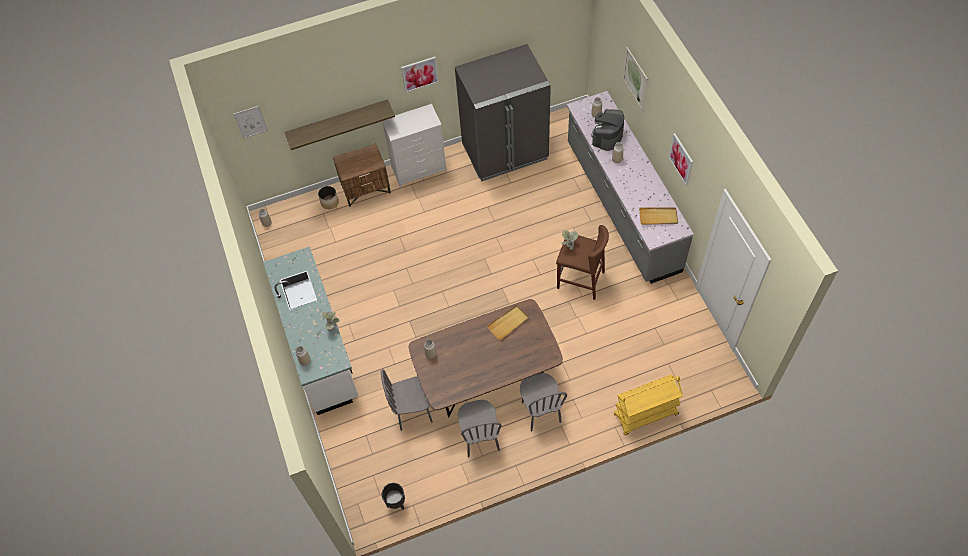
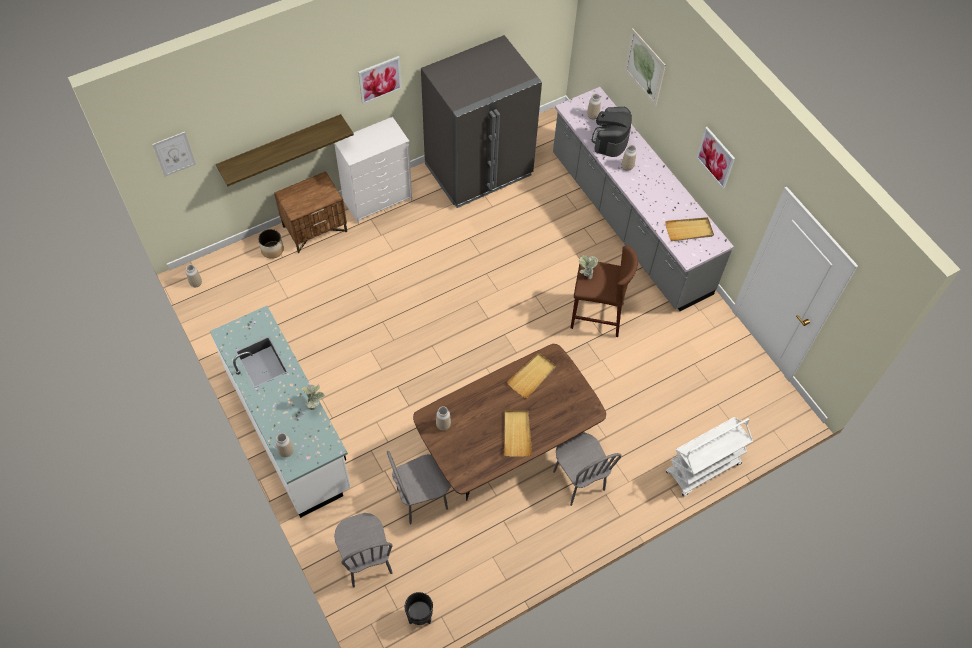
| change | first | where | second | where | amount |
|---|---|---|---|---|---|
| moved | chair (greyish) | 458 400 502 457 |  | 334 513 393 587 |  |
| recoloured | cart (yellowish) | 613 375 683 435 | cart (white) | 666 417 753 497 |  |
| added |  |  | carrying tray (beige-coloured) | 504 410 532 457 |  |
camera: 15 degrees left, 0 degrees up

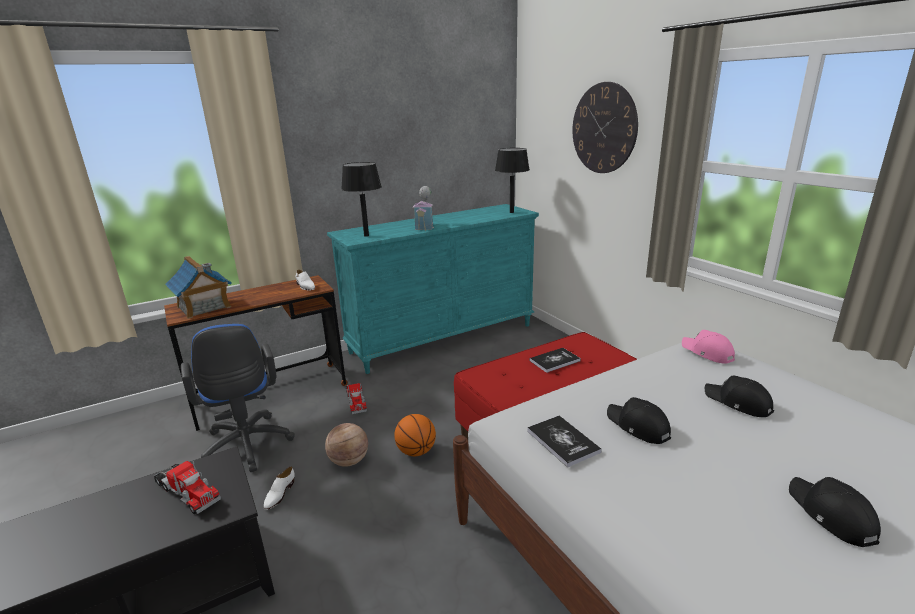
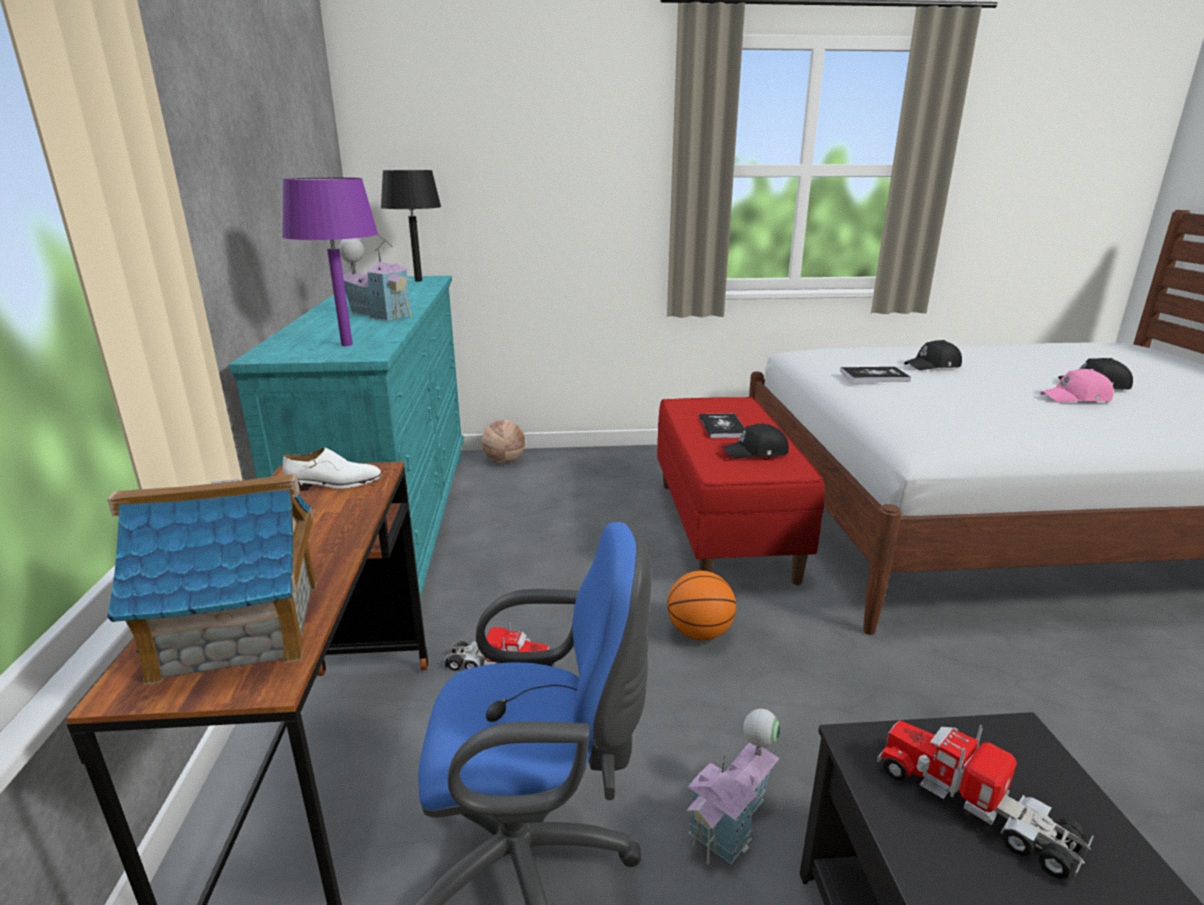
| change | first | where | second | where | amount |
|---|---|---|---|---|---|
| turned | model truck | 154 461 221 514 |  | 877 720 1094 883 | 105 degrees counterclockwise |
| replaced | low shoe (white) | 263 467 295 510 | toy house | 686 709 780 865 |  |
| moved | basketball | 325 423 368 467 |  | 481 420 525 463 |  |
| recoloured | tabletop lamp (black) | 341 162 382 237 | tabletop lamp (purple-coloured) | 282 177 378 346 |  |
| moved | book | 527 416 602 468 |  | 840 367 911 382 |  |
| removed | clock on the wall | 572 82 638 173 |  |  |  |
| moved | peaked cap (black) | 607 397 671 444 |  | 722 424 789 459 |  |
| moved | peaked cap (pink) | 682 330 735 364 |  | 1040 369 1114 403 |  |
camera: 65 degrees left, 0 degrees up

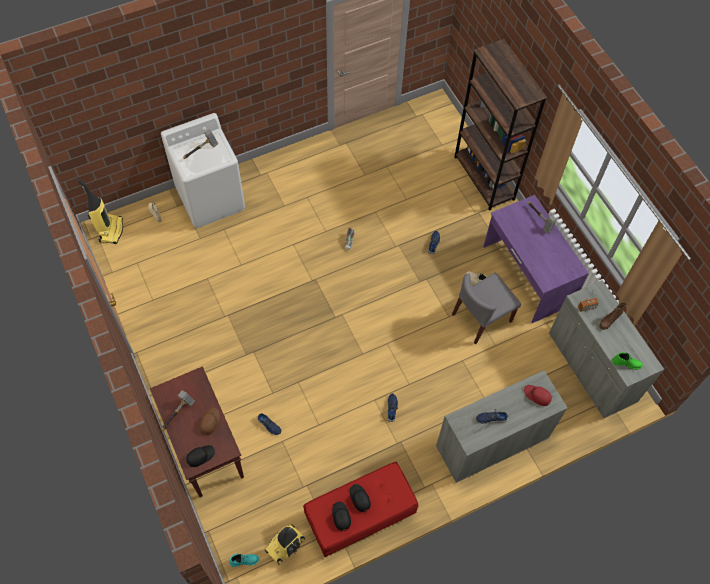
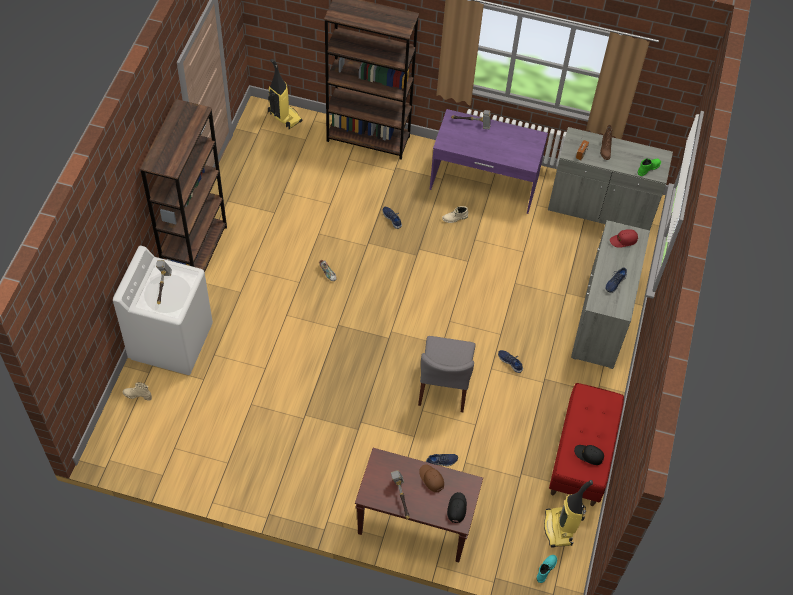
| change | first | where | second | where | amount |
|---|---|---|---|---|---|
| moved | vacuum cleaner | 77 179 123 244 |  | 268 59 302 129 |  |
| removed | peaked cap (black) | 350 484 371 512 |  |  |  |
| moved | chair (greyish) | 452 273 521 344 |  | 418 336 476 412 |  |
| added |  |  | shelving unit (brown) | 140 99 227 272 |  |
camera: 50 degrees left, 5 degrees down

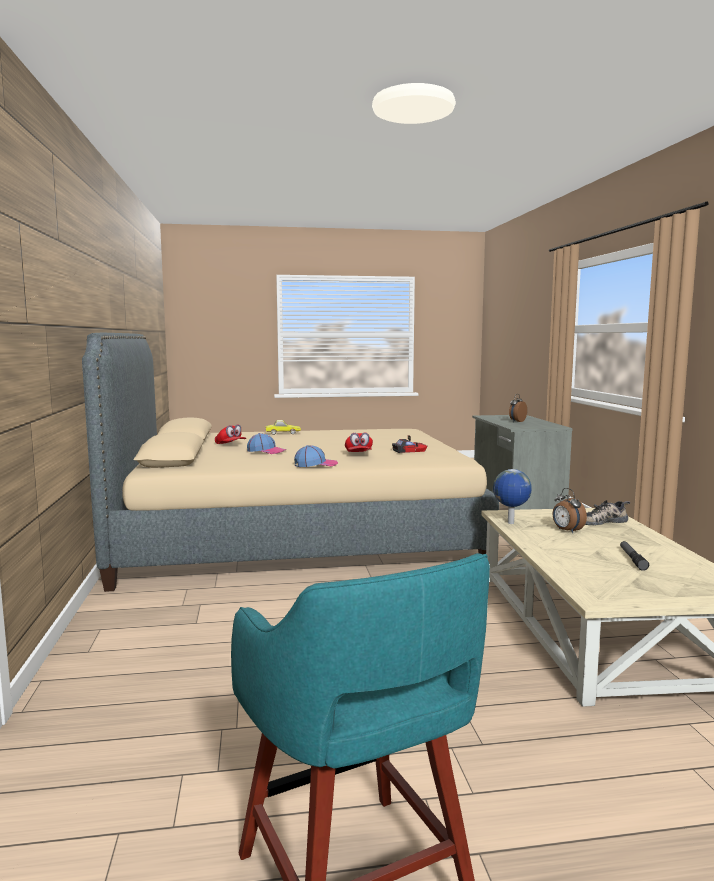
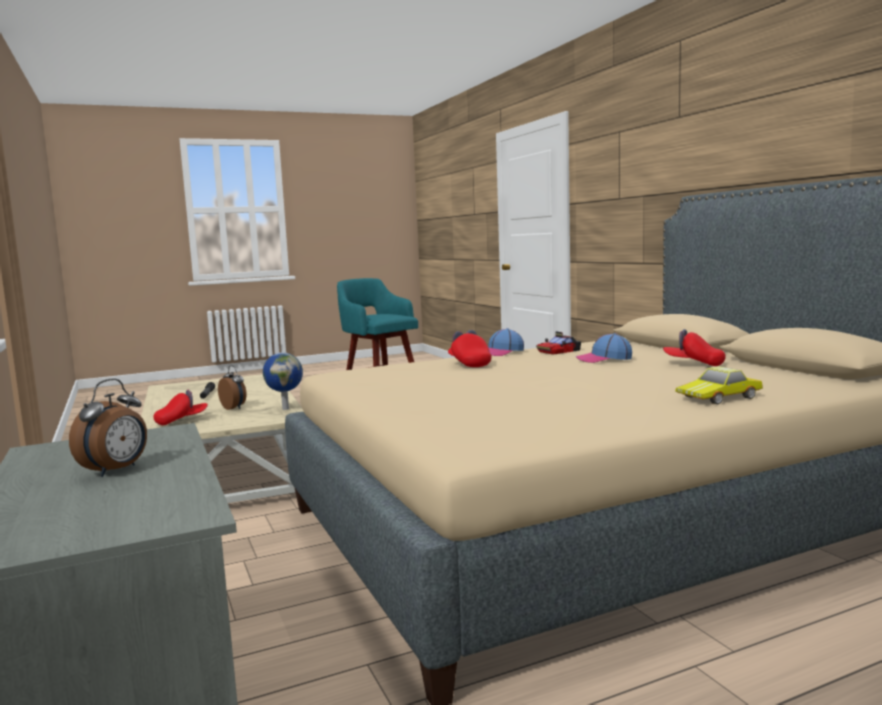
| change | first | where | second | where | amount |
|---|---|---|---|---|---|
| moved | toy car | 392 435 427 453 |  | 536 331 581 355 |  |
| replaced | low shoe | 585 500 630 525 | peaked cap (red) | 153 390 208 425 |  |
camera: 165 degrees right, 0 degrees up

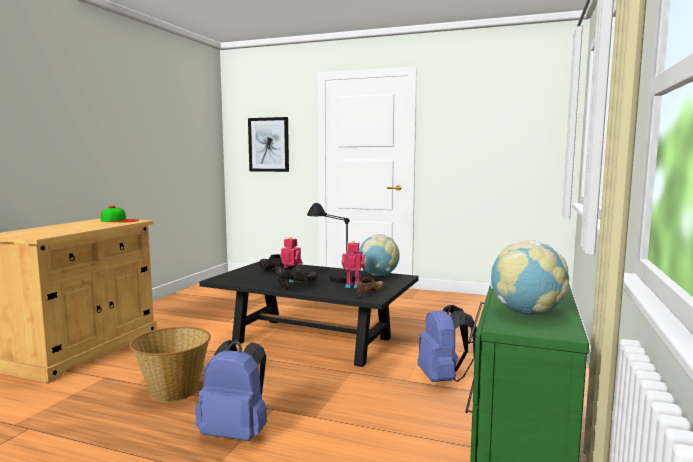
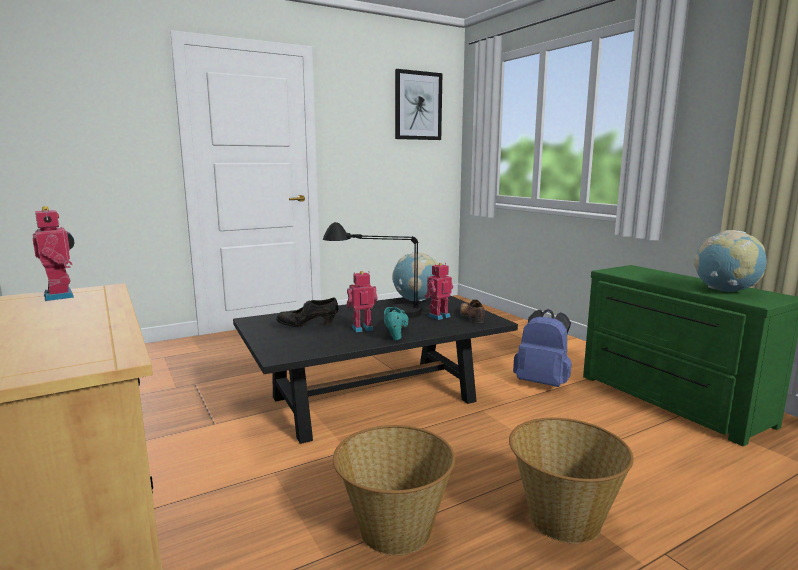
| change | first | where | second | where | amount |
|---|---|---|---|---|---|
| replaced | peaked cap | 101 206 139 222 | robot figure | 33 206 75 301 |  |
| replaced | backpack (bluish) | 196 340 267 441 | basket | 509 418 634 544 |  |
| moved | picture | 248 117 289 172 |  | 395 69 442 140 |  |
| recoloured | low shoe (black) | 275 265 319 289 | low shoe (blue-green) | 384 307 408 341 |  |
camera: 50 degrees left, 5 degrees up

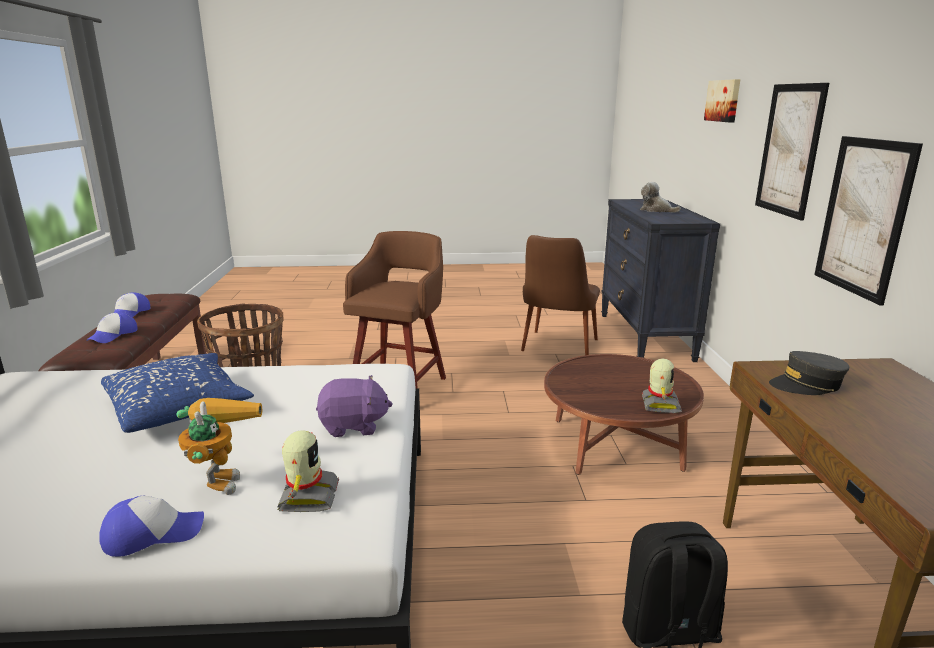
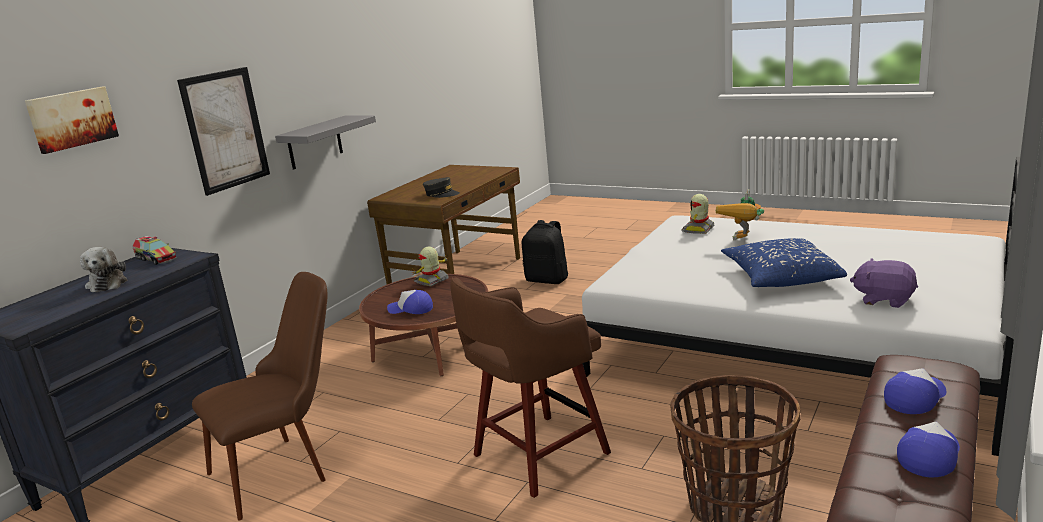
| change | first | where | second | where | amount |
|---|---|---|---|---|---|
| moved | peaked cap | 99 496 204 557 |  | 387 290 433 314 |  |
| moved | soft toy (purple-coloured) | 316 375 393 437 |  | 850 258 918 308 |  |
| replaced | picture | 814 136 923 306 | bracket shelf (greyish) | 275 116 376 170 |  |
| added |  |  | model truck | 132 236 177 265 |  |
camera: 145 degrees left, 0 degrees up

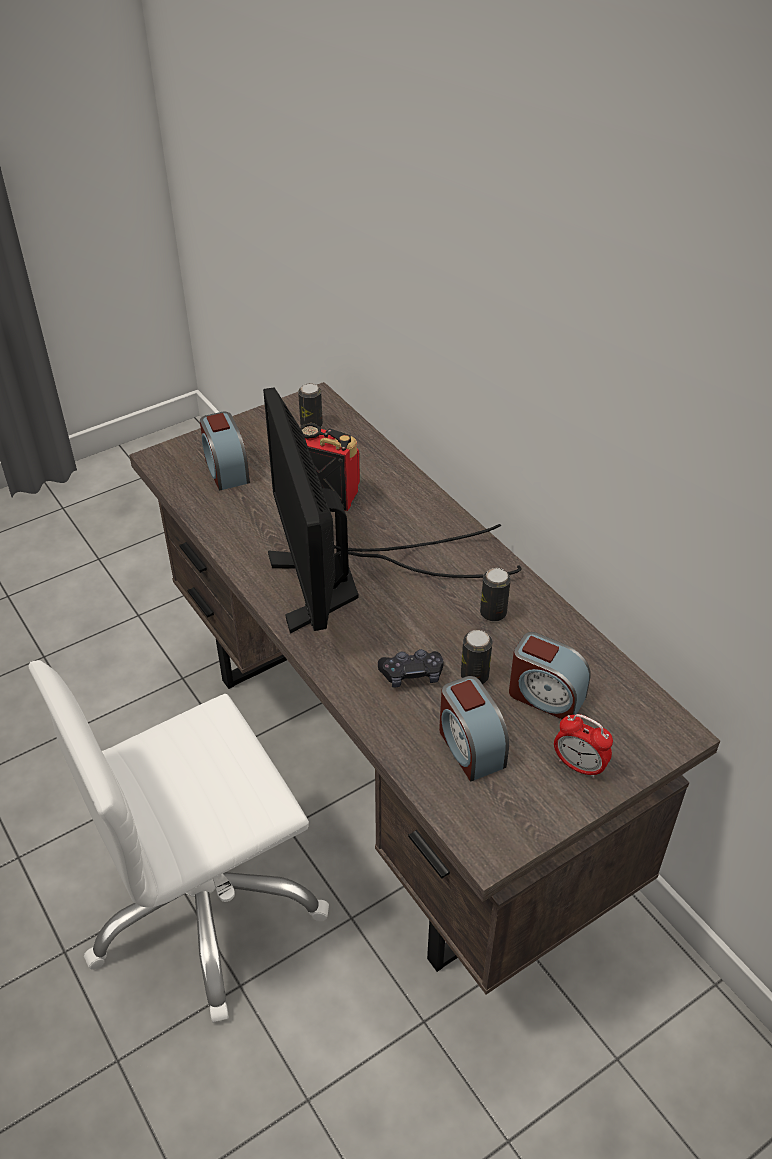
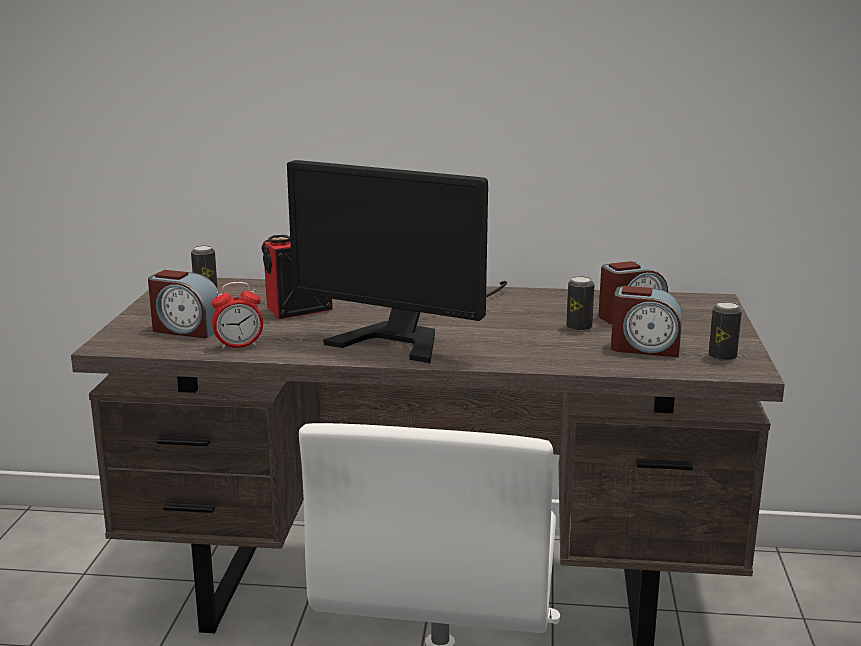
| change | first | where | second | where | amount |
|---|---|---|---|---|---|
| removed | game controller (black) | 378 649 444 687 |  |  |  |
| moved | can | 480 568 511 621 |  | 709 302 742 361 |  |
| moved | alarm clock | 554 714 613 778 |  | 212 282 263 349 |  |
camera: 50 degrees left, 25 degrees down

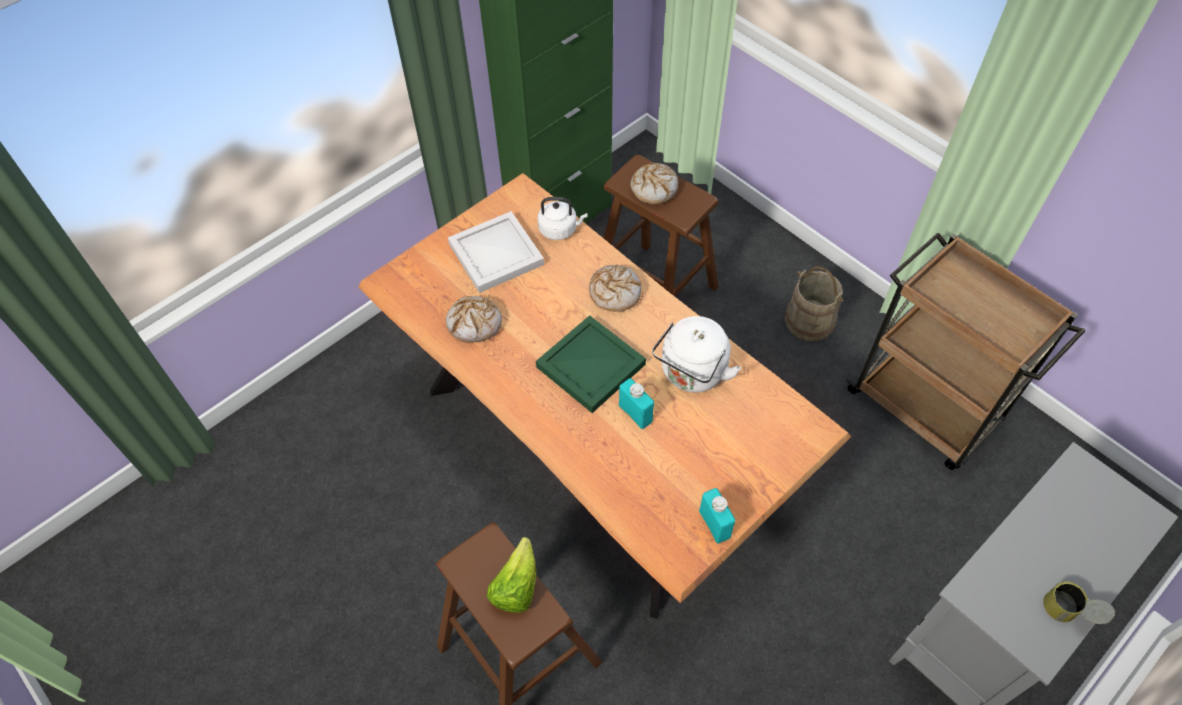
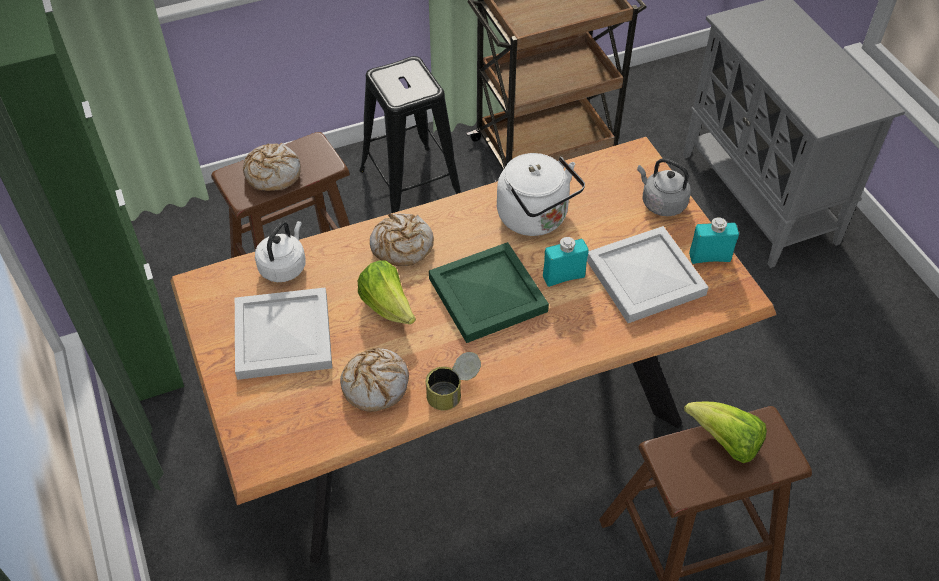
| change | first | where | second | where | amount |
|---|---|---|---|---|---|
| replaced | water bucket (beige-coloured) | 785 266 844 341 | sitting stool (black) | 359 56 461 213 |  |
| moved | can | 1043 581 1115 624 |  | 426 352 481 410 |  |
| added |  |  | lettuce | 358 260 416 324 |  |
| added |  |  | carrying tray (white) | 587 226 709 323 |  |
| added |  |  | kettle (greyish) | 637 158 691 216 |  |
camera: 70 degrees left, 5 degrees down

